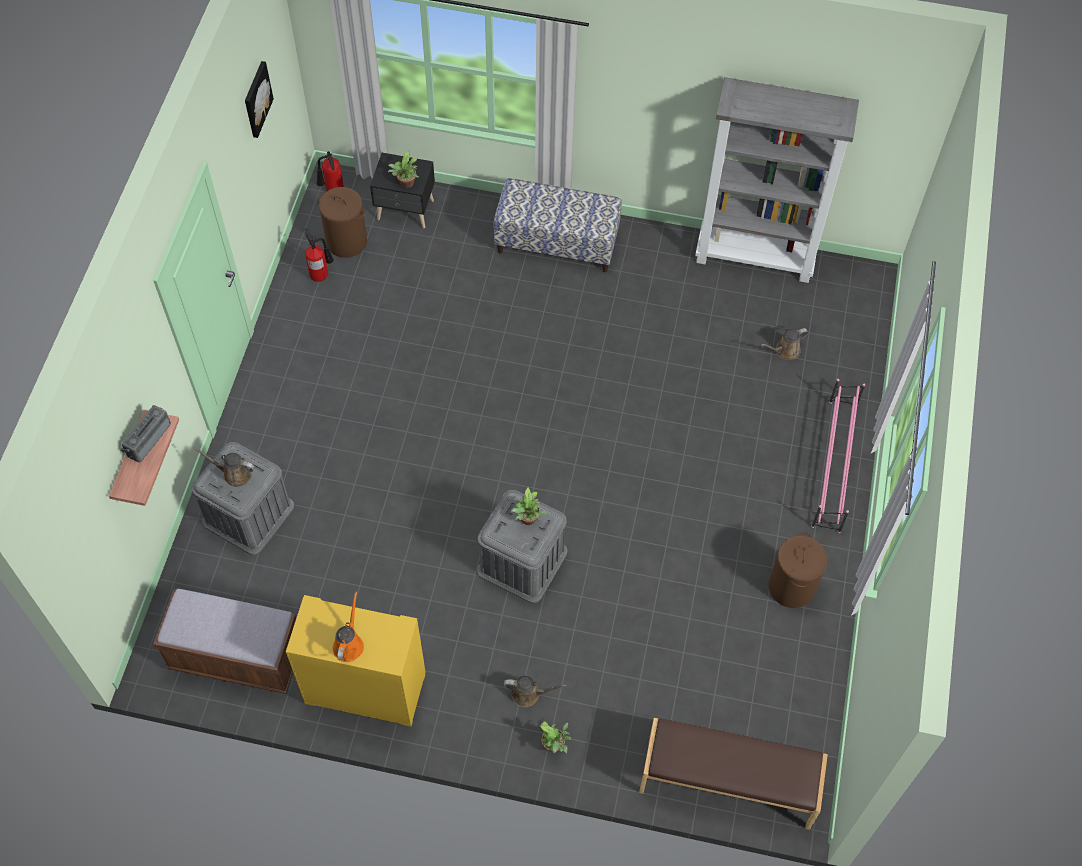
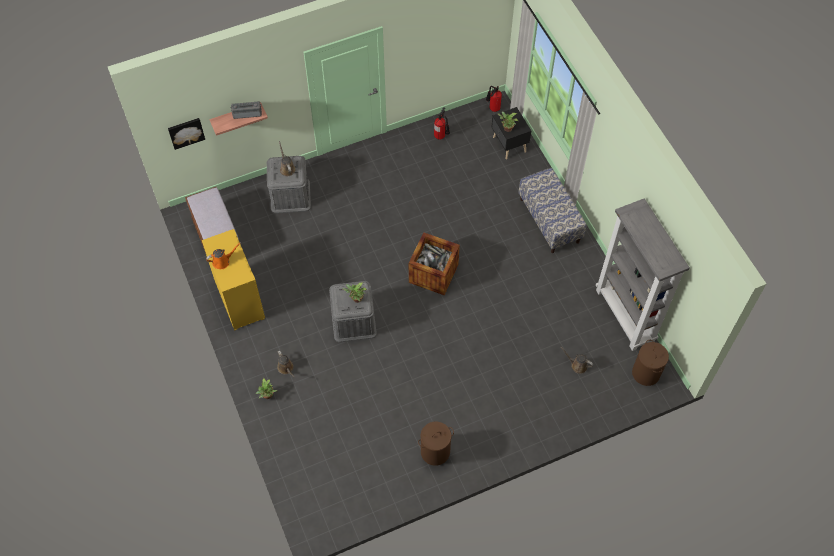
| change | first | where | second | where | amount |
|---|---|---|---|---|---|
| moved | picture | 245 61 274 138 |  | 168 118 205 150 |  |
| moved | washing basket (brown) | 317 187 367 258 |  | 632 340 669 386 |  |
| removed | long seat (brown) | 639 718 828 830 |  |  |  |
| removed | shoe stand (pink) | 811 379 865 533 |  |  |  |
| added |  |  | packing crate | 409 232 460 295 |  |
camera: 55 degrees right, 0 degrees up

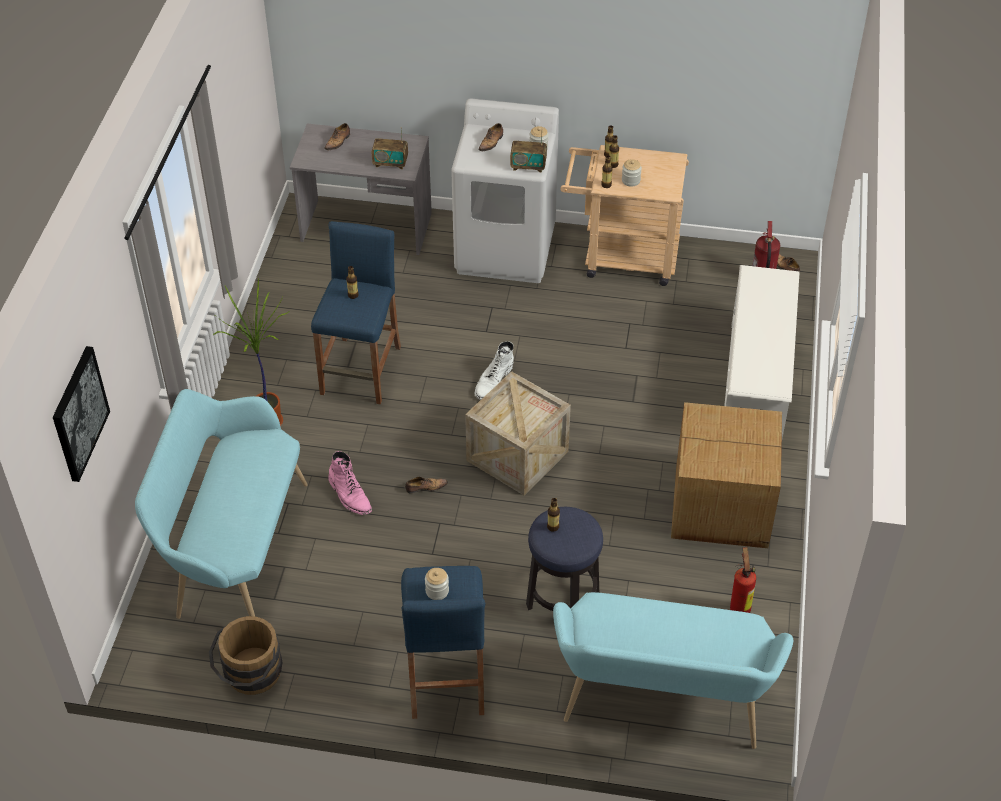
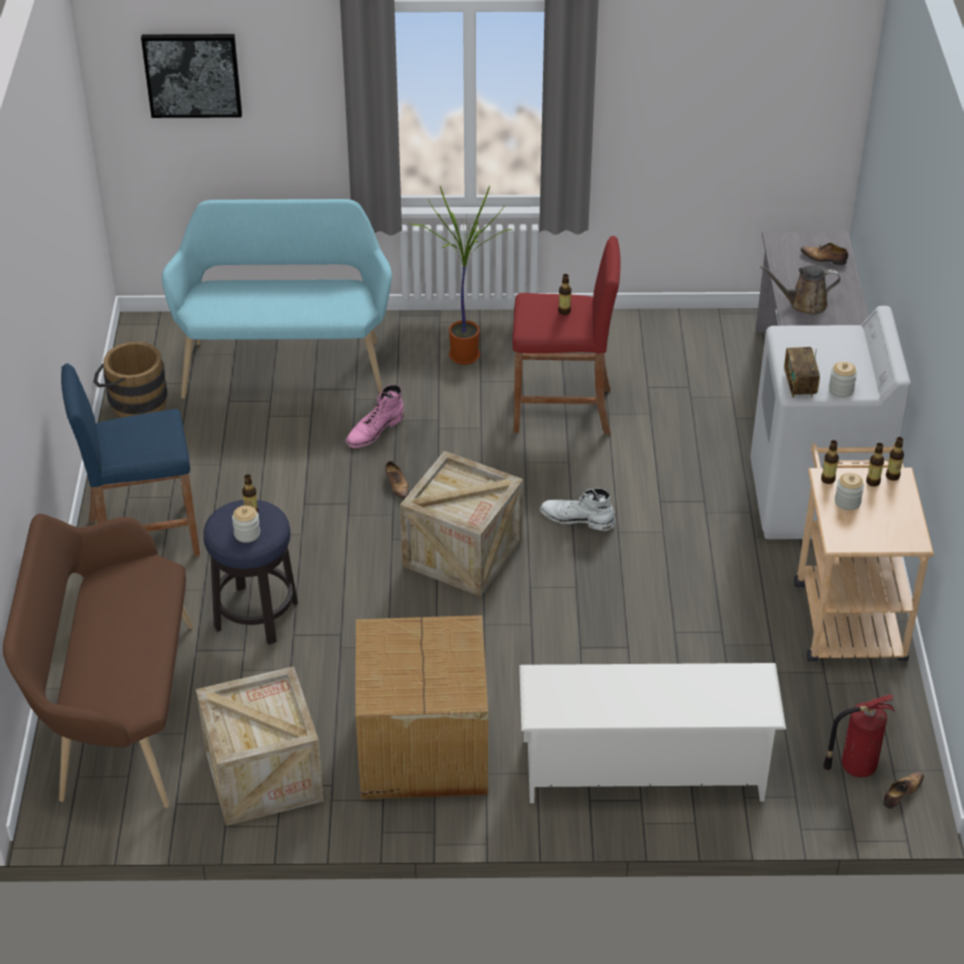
| change | first | where | second | where | amount |
|---|---|---|---|---|---|
| recoloured | sitting stool (bluish) | 311 221 401 405 | sitting stool (red) | 512 236 621 435 |  |
| replaced | radio receiver | 372 127 408 169 | watering pot (brown) | 760 265 841 315 |  |
| moved | jar | 425 568 449 600 |  | 232 505 260 543 |  |
| removed | low shoe | 478 123 503 151 |  |  |  |
| recoloured | long seat (blue-green) | 553 592 793 749 | long seat (brown) | 3 514 193 808 |  |
| replaced | extinguisher | 730 547 756 613 | packing crate | 196 666 324 826 |  |
camera: 80 degrees right, 5 degrees down

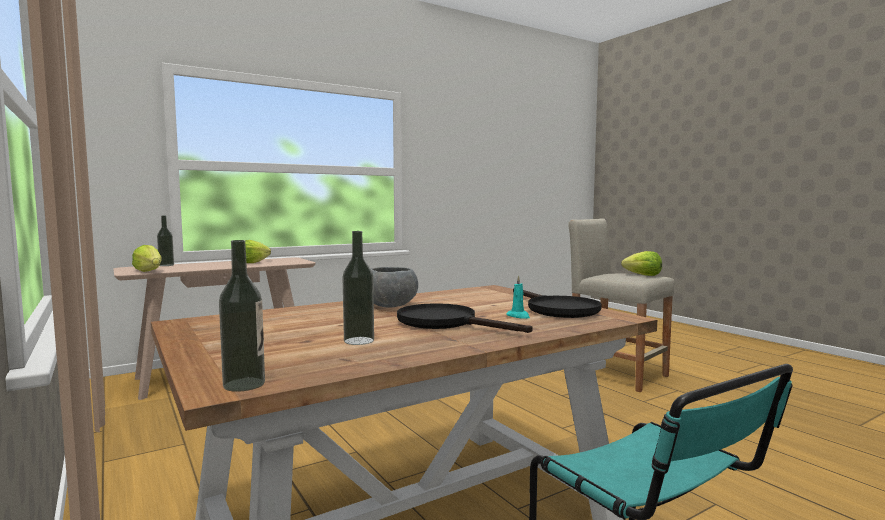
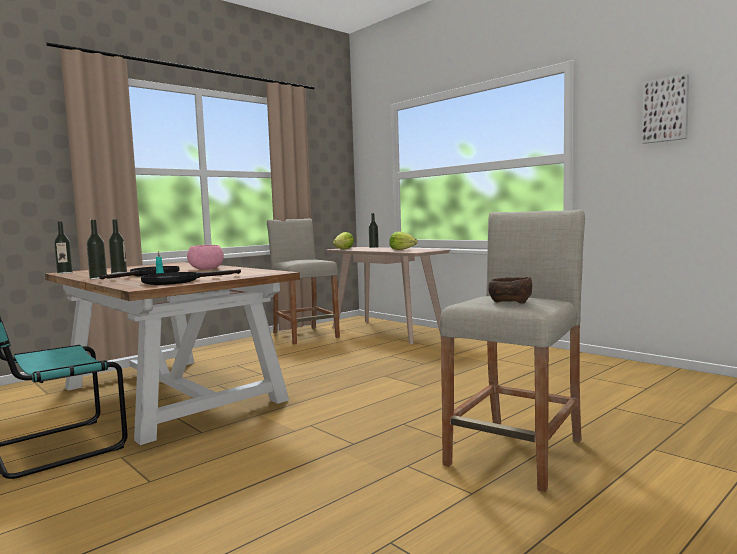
| change | first | where | second | where | amount |
|---|---|---|---|---|---|
| recoloured | serving bowl (greyish) | 371 267 418 308 | serving bowl (pink) | 187 245 224 270 |  |
| replaced | lettuce | 621 251 662 276 | serving bowl (brown) | 488 276 532 304 |  |
| added |  |  | bottle | 86 220 107 279 |  |
| added |  |  | sitting stool (beige-coloured) | 267 218 340 344 |  |
| added |  |  | picture | 642 74 689 144 |  |
camera: 80 degrees right, 0 degrees up

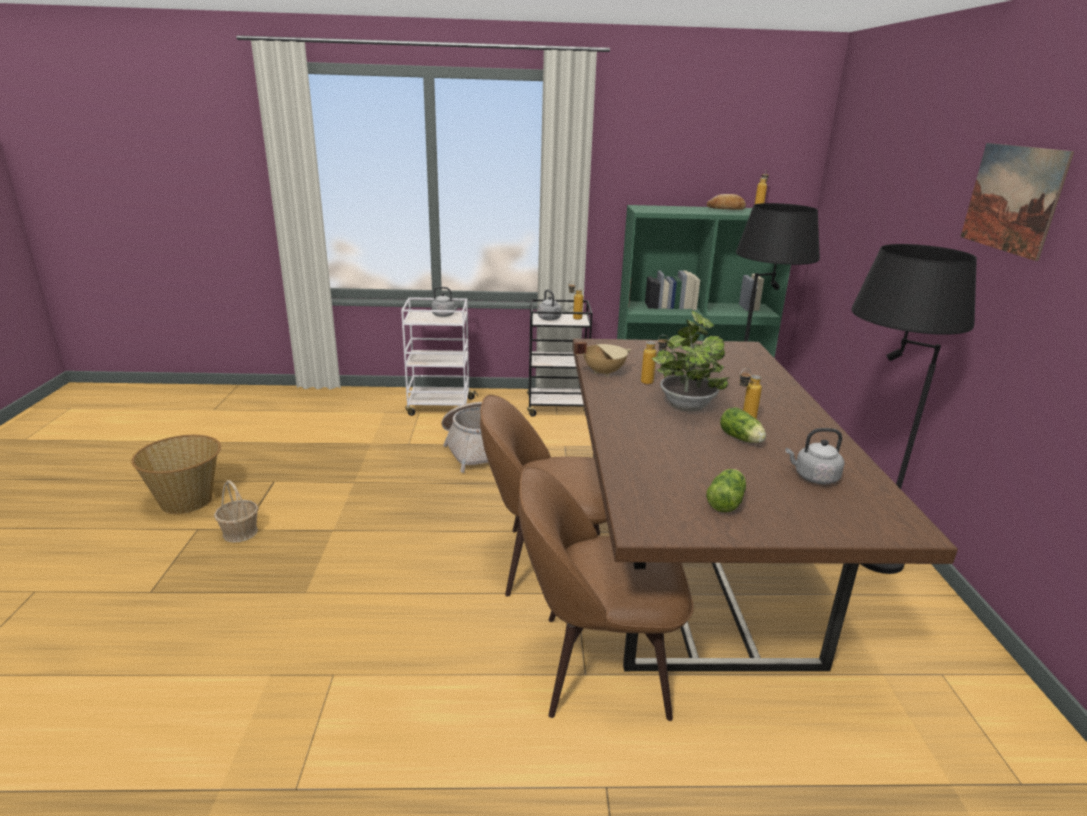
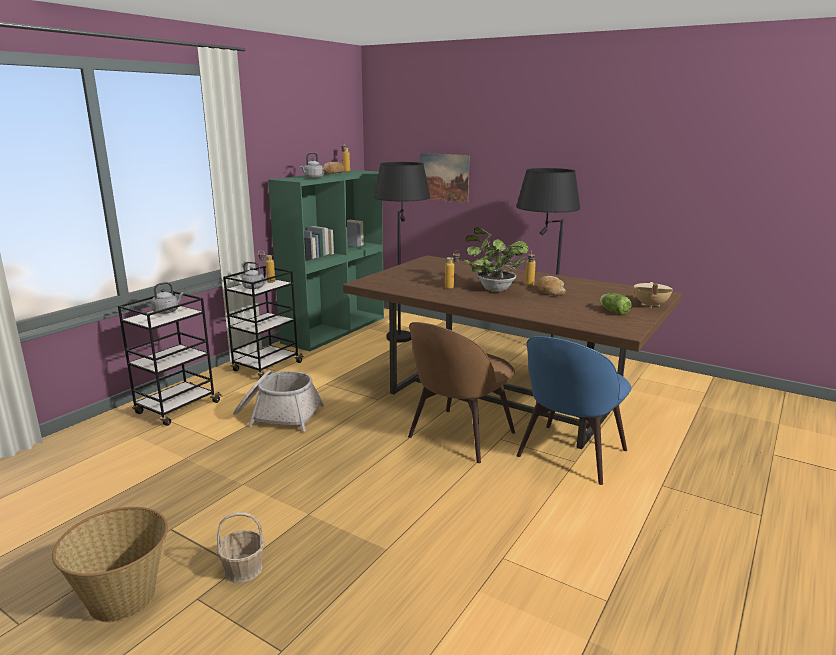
| change | first | where | second | where | amount |
|---|---|---|---|---|---|
| recoloured | cart (white) | 401 297 478 416 | cart (black) | 118 291 223 426 |  |
| recoloured | chair (brown) | 518 467 694 721 | chair (bluish) | 516 336 632 485 |  |
| moved | cooking pot (beige-coloured) | 574 342 632 376 |  | 634 282 673 308 |  |
| replaced | lettuce | 720 407 766 443 | bread | 537 276 566 296 |  |
| moved | kettle (greyish) | 786 428 845 484 |  | 300 152 324 178 |  |
| moved | picture | 961 143 1074 261 |  | 420 153 470 203 |  |
camera: 55 degrees left, 5 degrees down

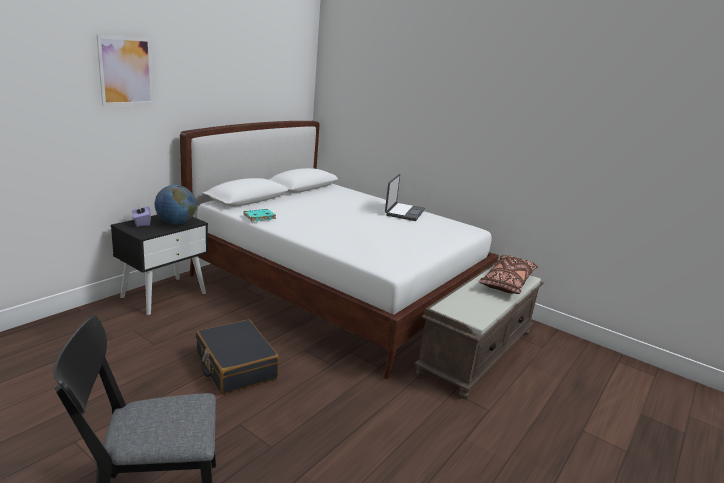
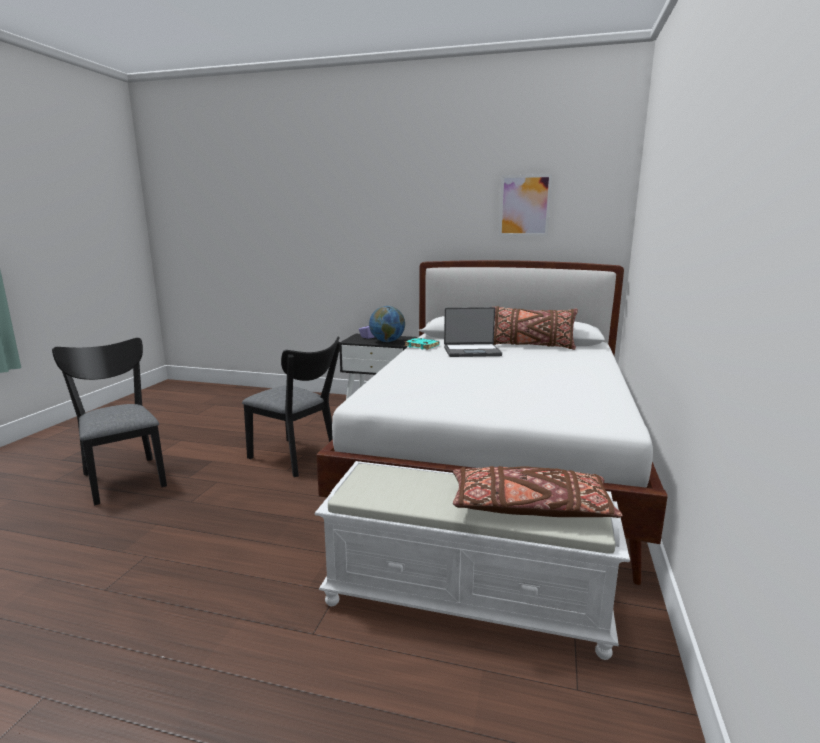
| change | first | where | second | where | amount |
|---|---|---|---|---|---|
| moved | picture | 97 35 153 106 |  | 499 174 552 236 |  |
| replaced | piece of luggage (black) | 196 319 279 394 | chair (black) | 242 337 341 477 |  |
| moved | notebook computer | 385 174 425 221 |  | 444 307 502 357 |  |
| recoloured | long seat (brown) | 414 262 544 399 | long seat (white) | 314 461 630 660 |  |
| added |  |  | pillow (brown) | 493 306 578 350 |  |
camera: 70 degrees right, 5 degrees down

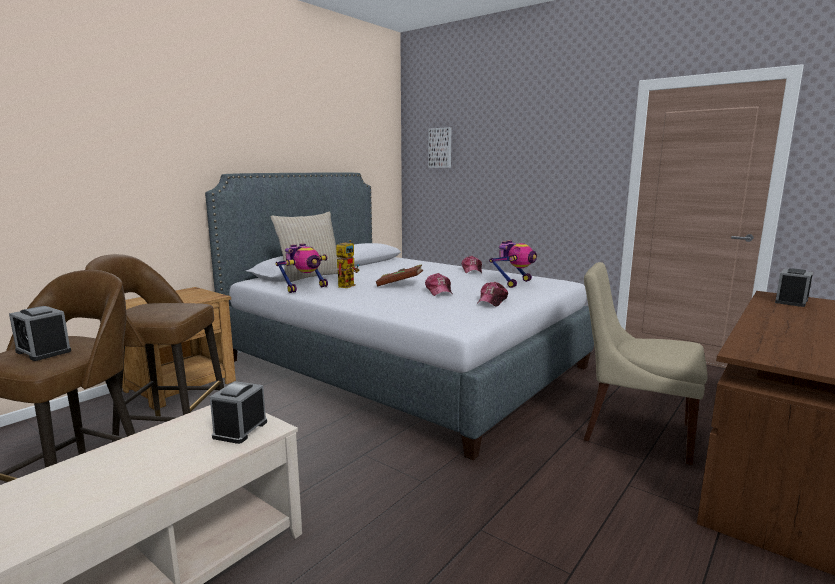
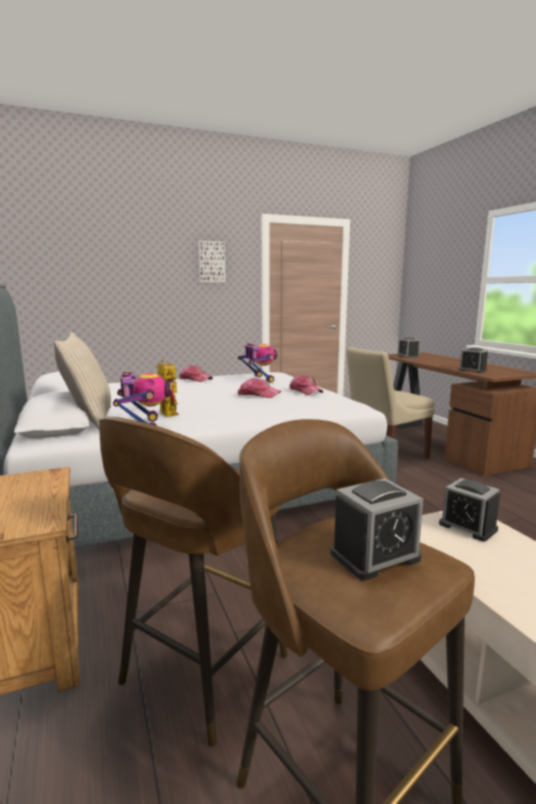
| change | first | where | second | where | amount |
|---|---|---|---|---|---|
| removed | book (brown) | 376 264 423 286 |  |  |  |
| moved | picture | 428 127 451 168 |  | 198 241 226 282 |  |
| added |  |  | alarm clock | 458 347 488 373 |  |
camera: 60 degrees left, 0 degrees up

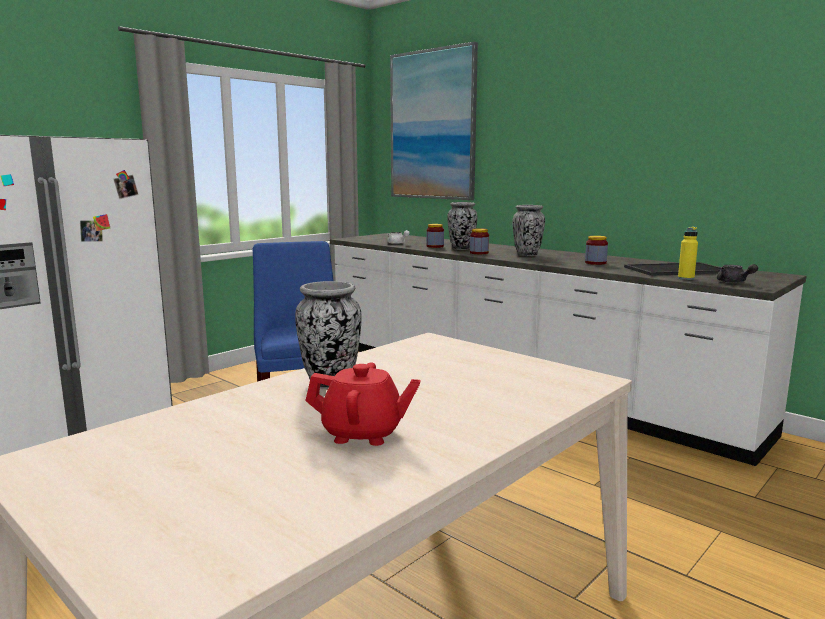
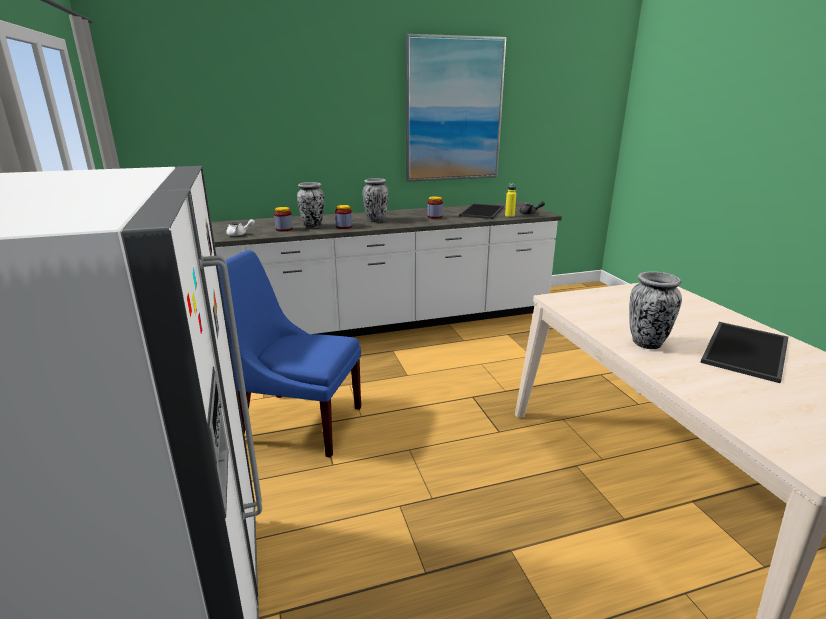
| change | first | where | second | where | amount |
|---|---|---|---|---|---|
| replaced | teapot (red) | 305 362 421 446 | carrying tray | 700 322 788 383 |  |
| moved | picture | 390 41 478 200 |  | 405 34 506 182 |  |
camera: 60 degrees left, 10 degrees up

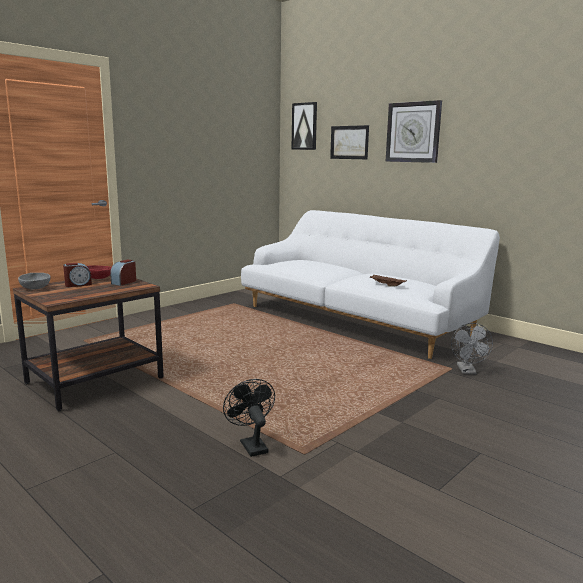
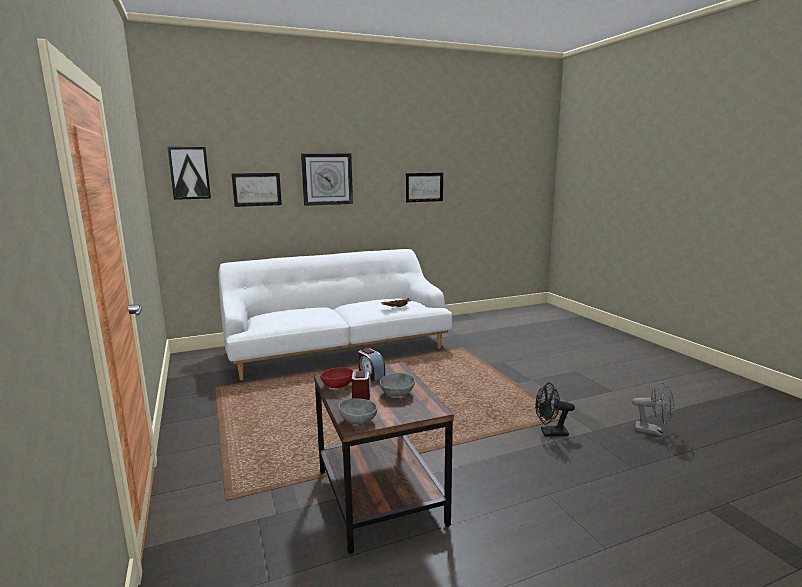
| change | first | where | second | where | amount |
|---|---|---|---|---|---|
| moved | electric fan (greyish) | 451 323 493 374 |  | 632 382 674 436 |  |
| added |  |  | serving bowl (greyish) | 380 373 415 397 |  |
| added |  |  | picture | 406 173 443 202 |  |
camera: 65 degrees left, 0 degrees up

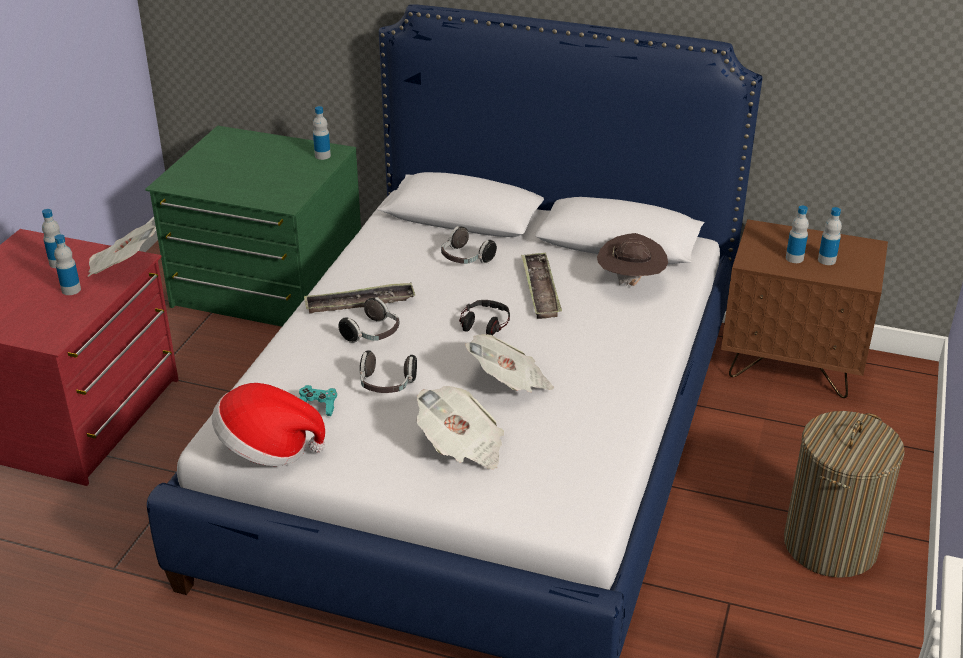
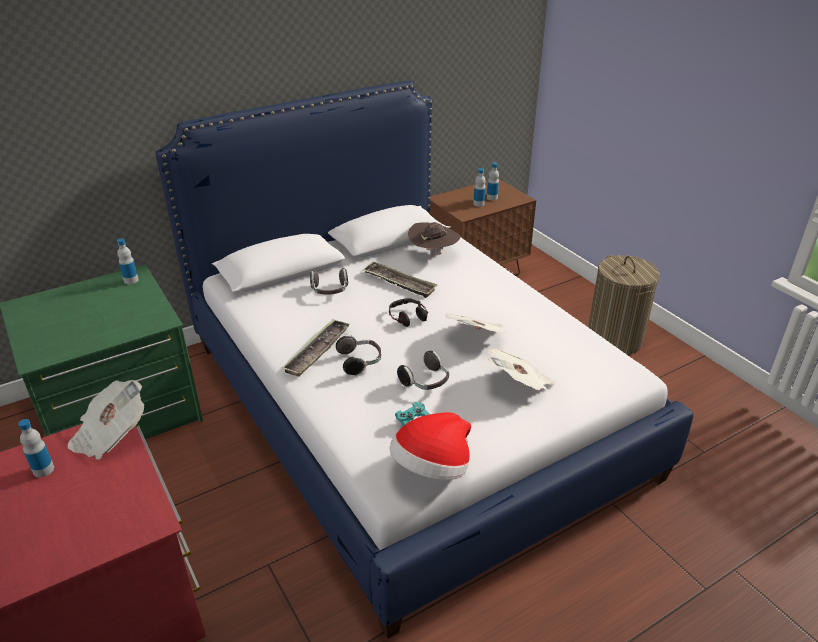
| change | first | where | second | where | amount |
|---|---|---|---|---|---|
| removed | bottle | 54 234 81 295 |  |  |  |
camera: 50 degrees left, 0 degrees up

